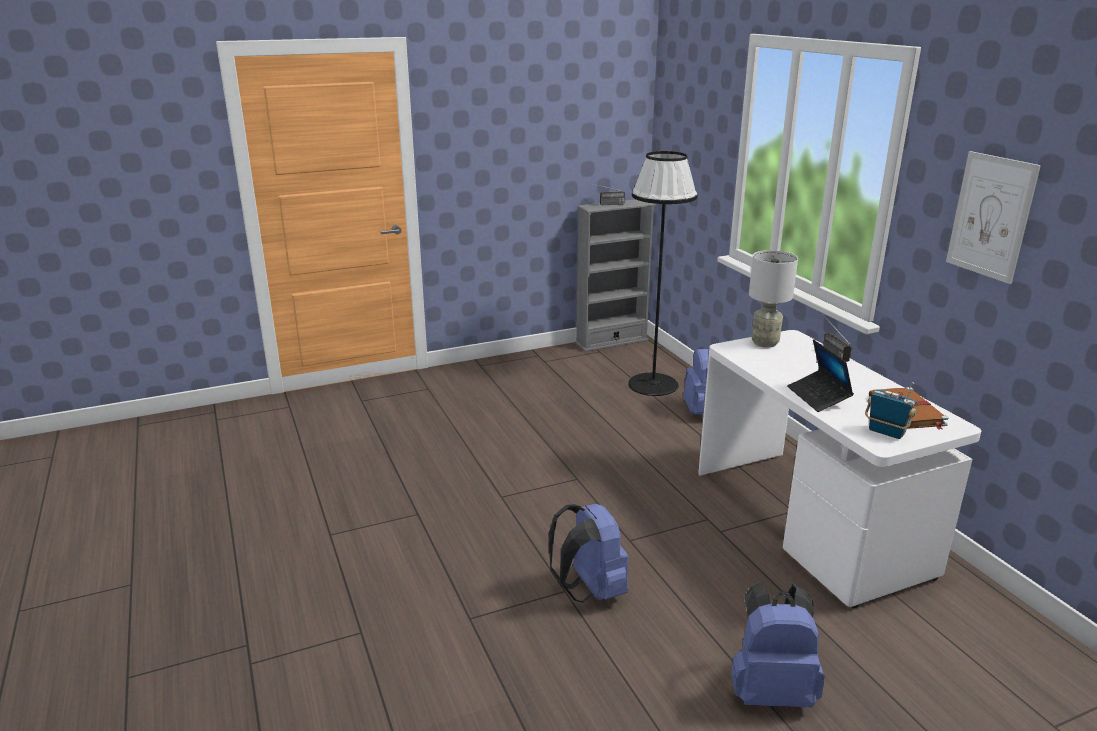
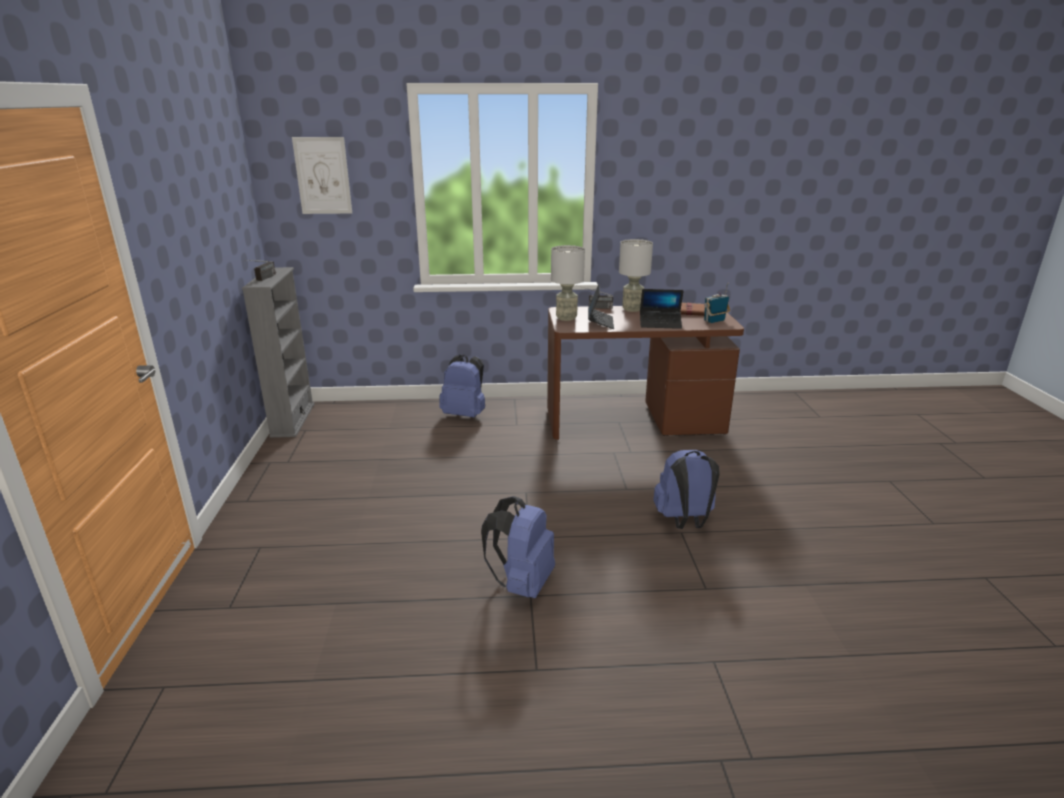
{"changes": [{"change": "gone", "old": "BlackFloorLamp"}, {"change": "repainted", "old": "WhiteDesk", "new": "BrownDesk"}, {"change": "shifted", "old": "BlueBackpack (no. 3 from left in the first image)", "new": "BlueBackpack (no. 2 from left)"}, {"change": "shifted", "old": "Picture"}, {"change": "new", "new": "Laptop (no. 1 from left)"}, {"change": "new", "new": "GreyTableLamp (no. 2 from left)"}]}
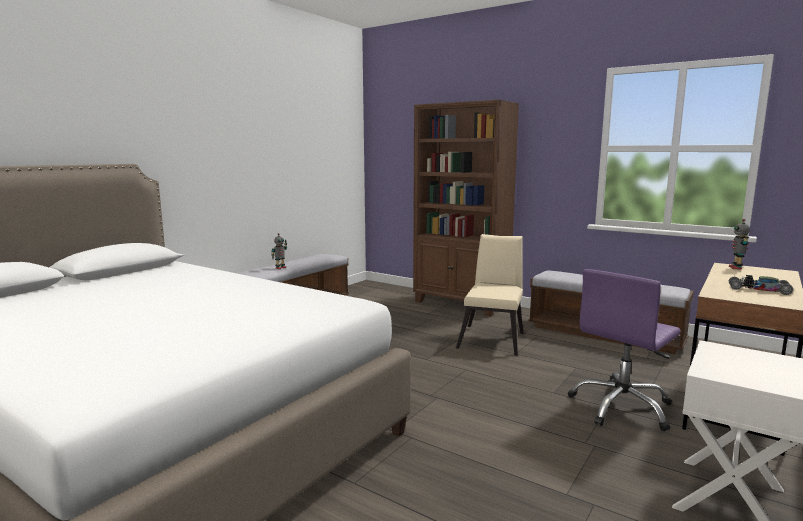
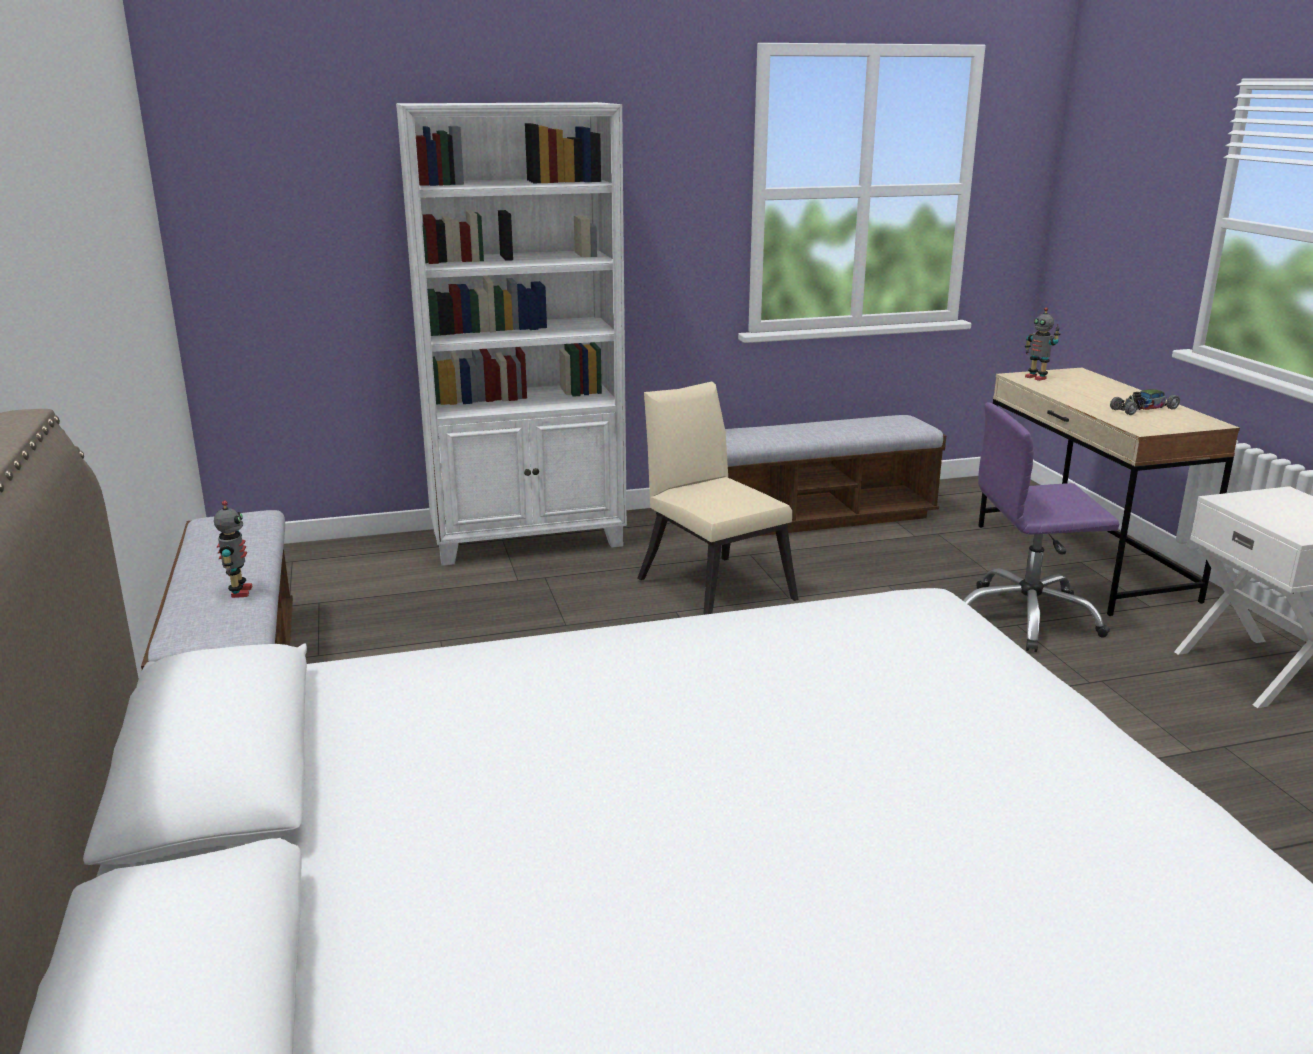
{"changes": [{"change": "repainted", "old": "BrownBookcase", "new": "WhiteBookcase"}, {"change": "rotated", "old": "PurpleOfficeChair", "degrees": 90}]}
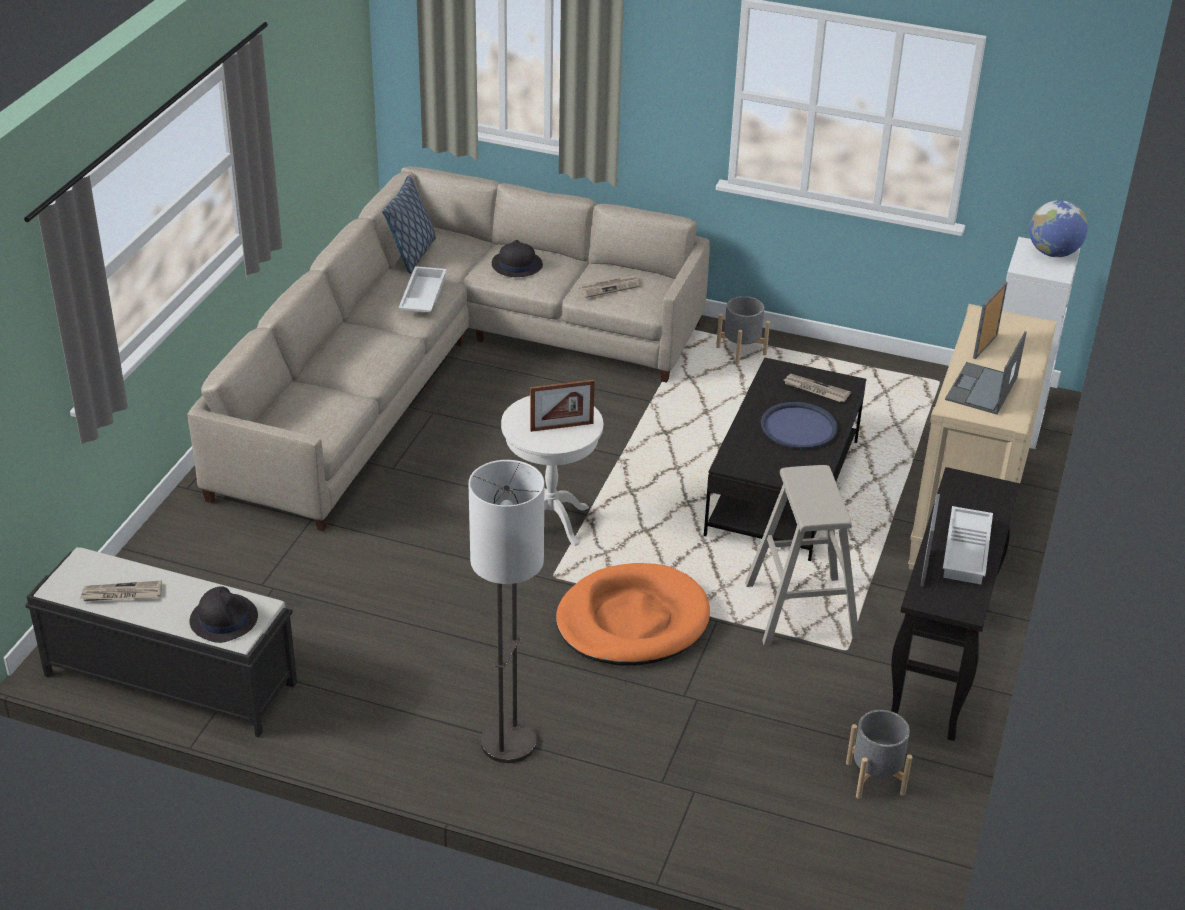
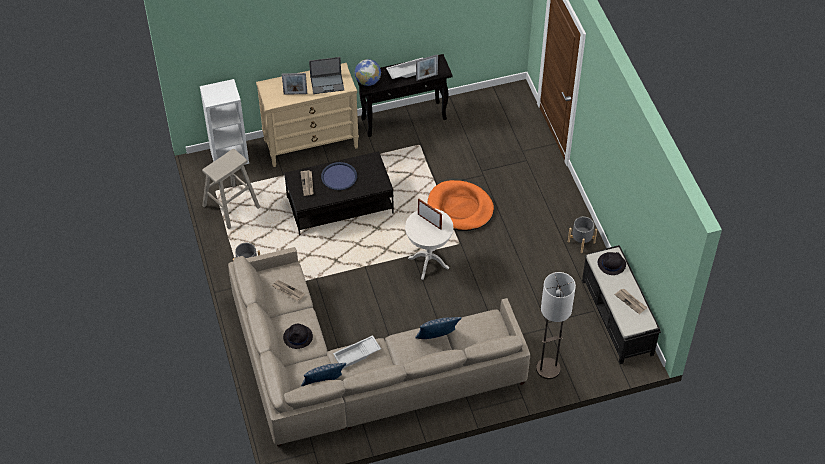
{"changes": [{"change": "shifted", "old": "FloorLamp"}, {"change": "shifted", "old": "BeigeStool"}, {"change": "shifted", "old": "GreyPlanter (no. 2 from left)"}, {"change": "shifted", "old": "Globe"}, {"change": "new", "new": "Pillow (no. 2 from left)"}]}
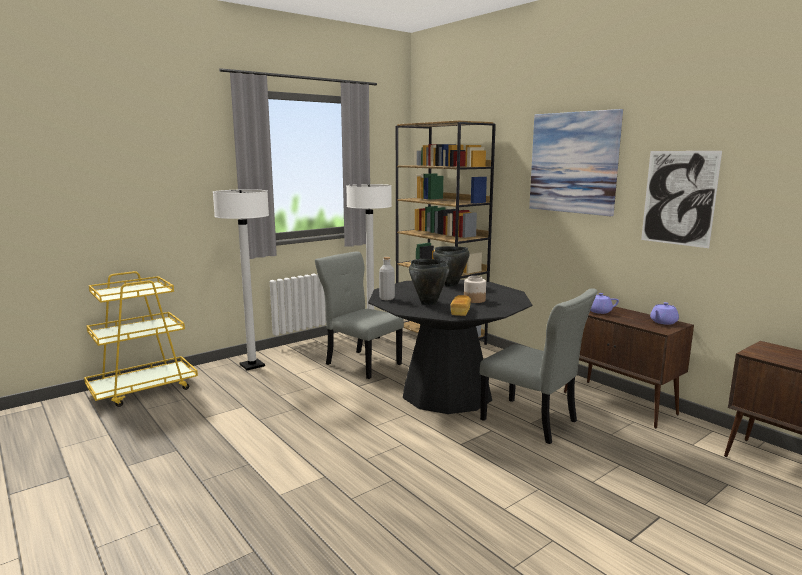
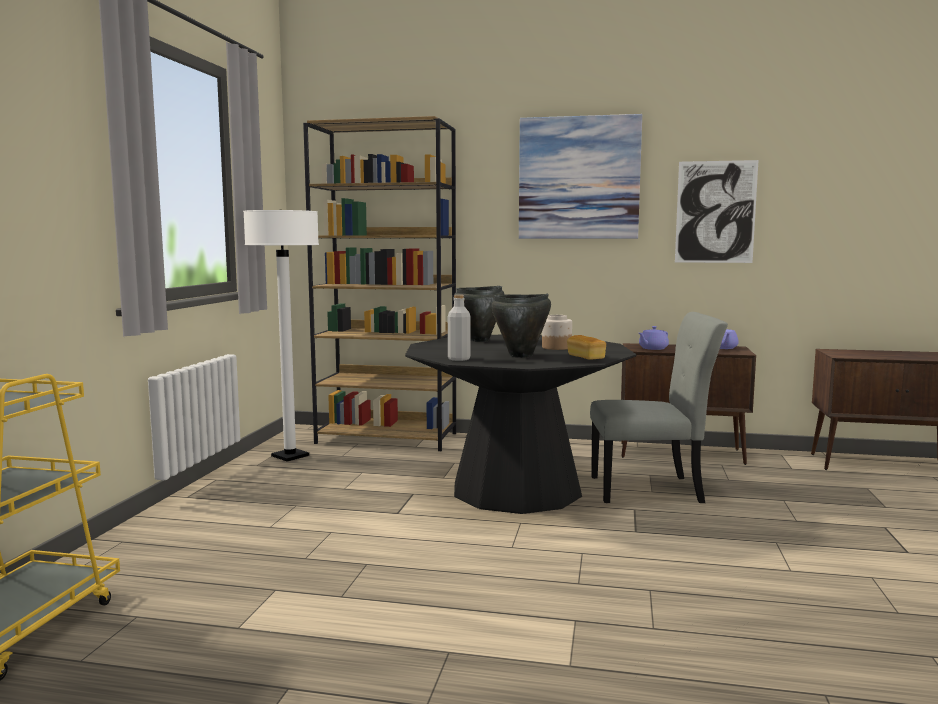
{"changes": [{"change": "gone", "old": "WhiteFloorLamp (no. 1 from left)"}, {"change": "gone", "old": "GreyChair (no. 1 from left)"}]}
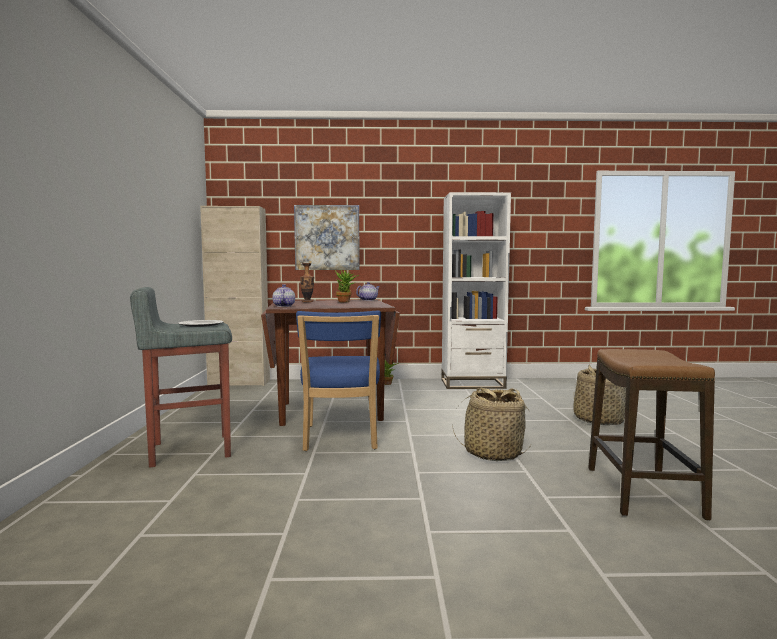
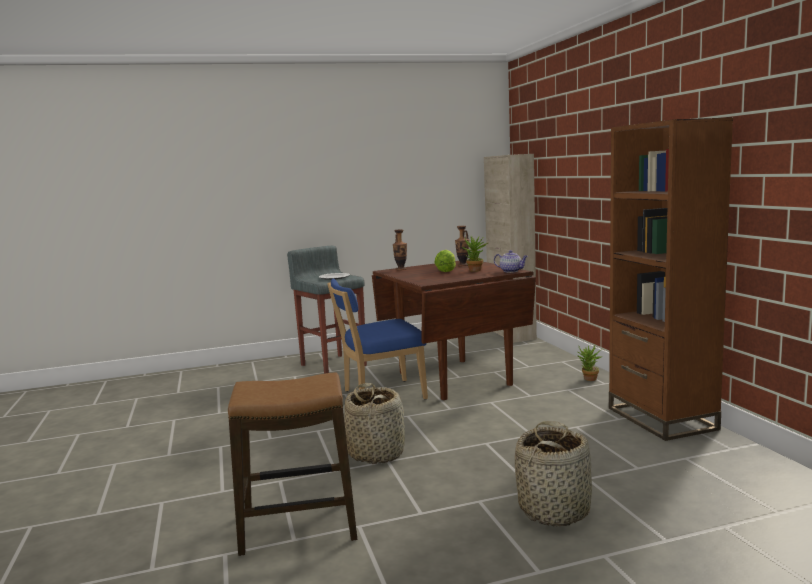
{"changes": [{"change": "swapped", "old": "Teapot (no. 1 from left)", "new": "Vase (no. 1 from left)"}, {"change": "gone", "old": "Picture"}, {"change": "repainted", "old": "WhiteBookcase", "new": "BrownBookcase"}, {"change": "new", "new": "Lettuce"}]}
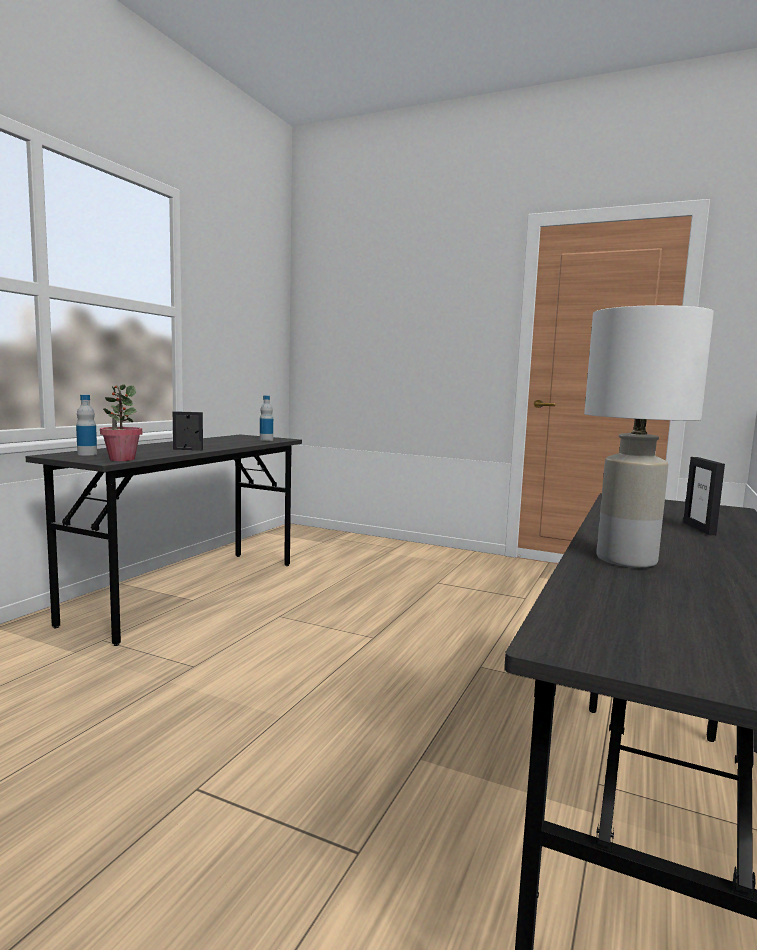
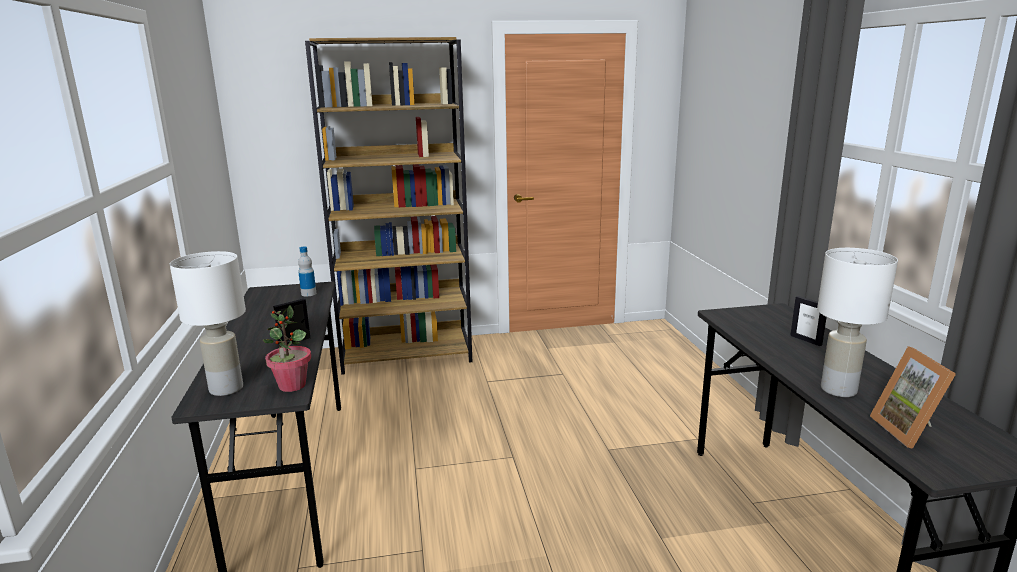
{"changes": [{"change": "swapped", "old": "Bottle (no. 1 from left)", "new": "WhiteTableLamp (no. 1 from left)"}, {"change": "new", "new": "BrownBookcase"}, {"change": "new", "new": "PictureFrame (no. 3 from left)"}]}
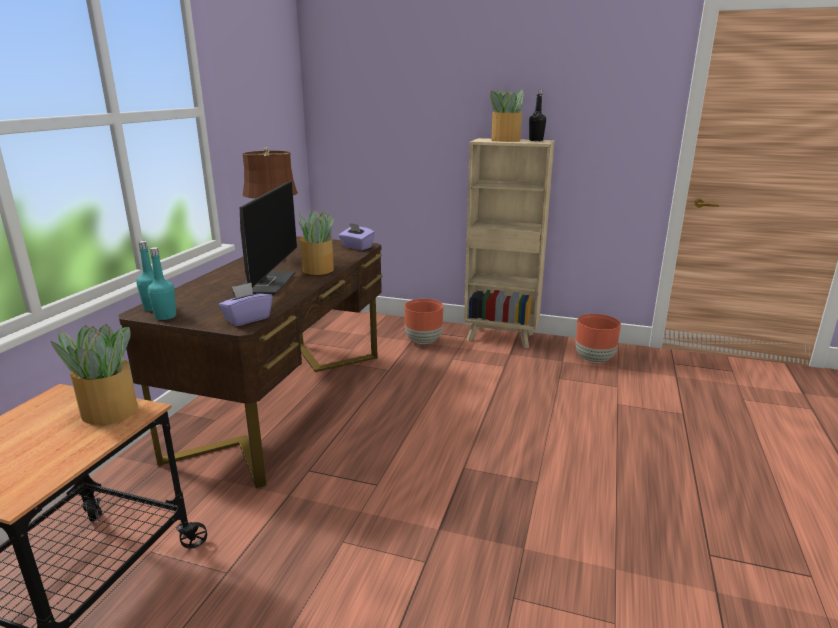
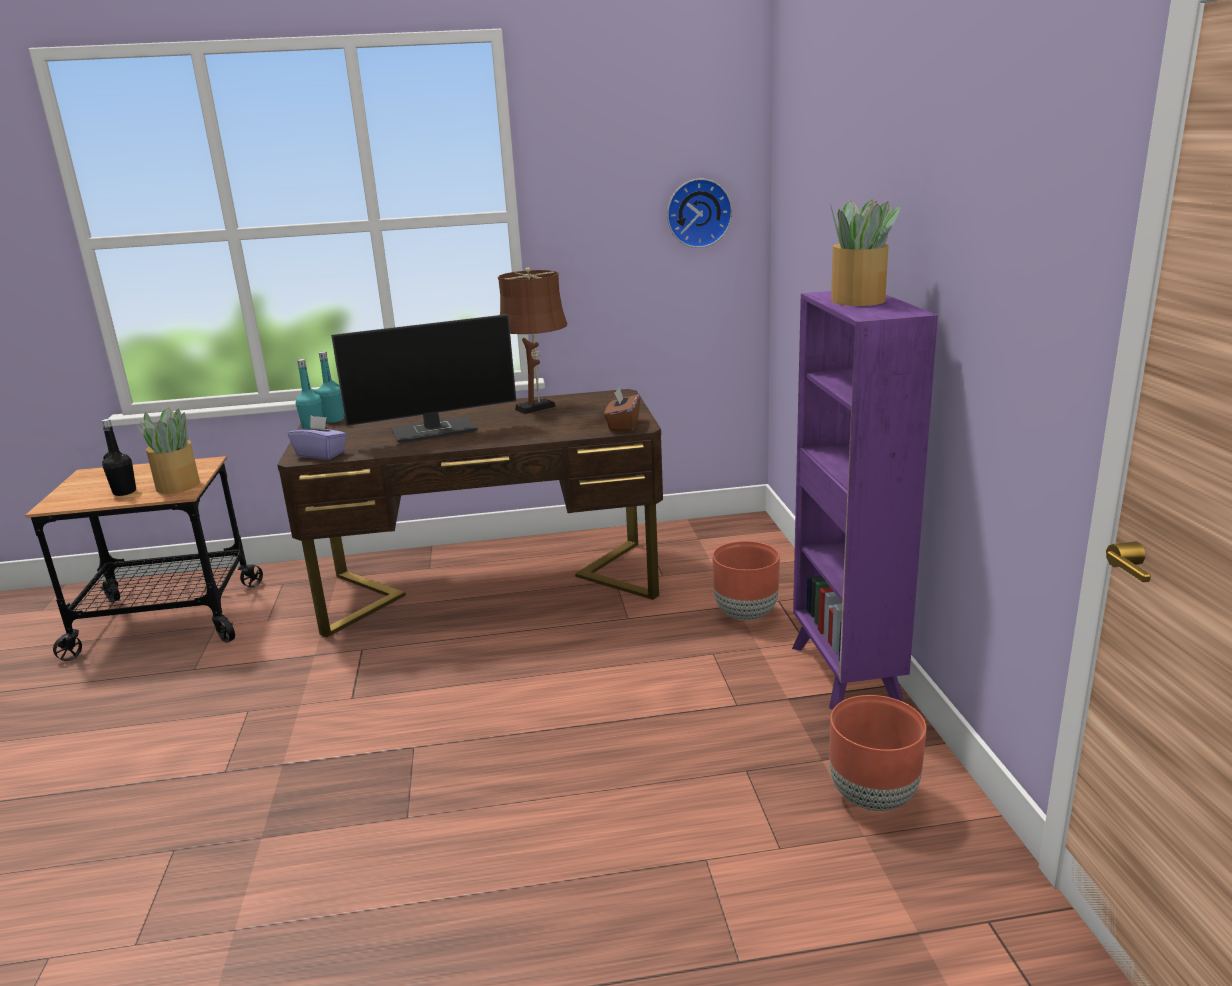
{"changes": [{"change": "gone", "old": "PottedPlant (no. 2 from left)"}, {"change": "repainted", "old": "PurpleTissueBox (no. 2 from left)", "new": "BrownTissueBox"}, {"change": "repainted", "old": "BeigeBookcase", "new": "PurpleBookcase"}, {"change": "shifted", "old": "BlackBottle"}, {"change": "new", "new": "WallClock"}]}
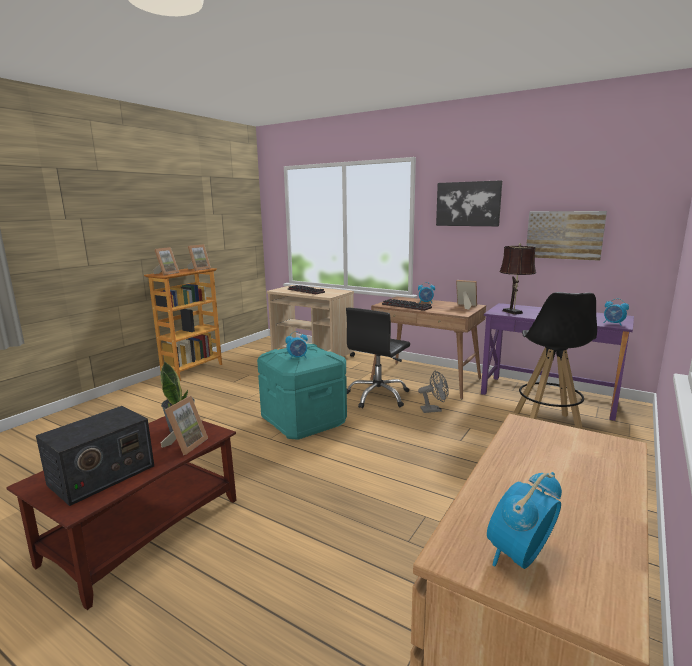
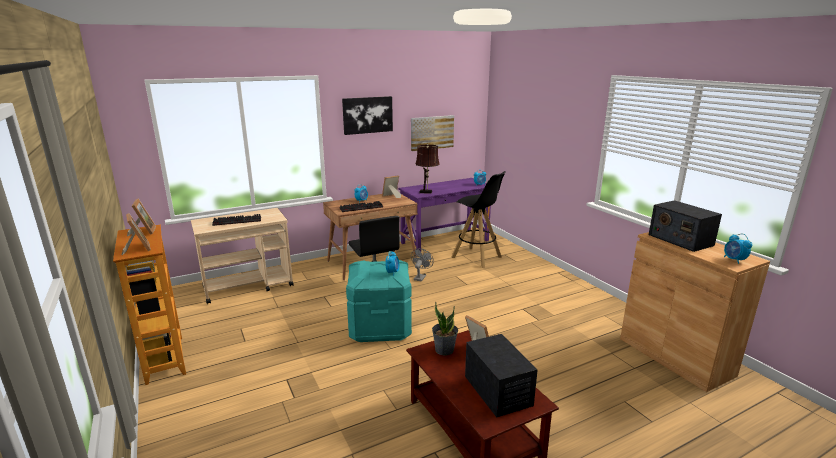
{"changes": [{"change": "new", "new": "Radio (no. 2 from left)"}]}
